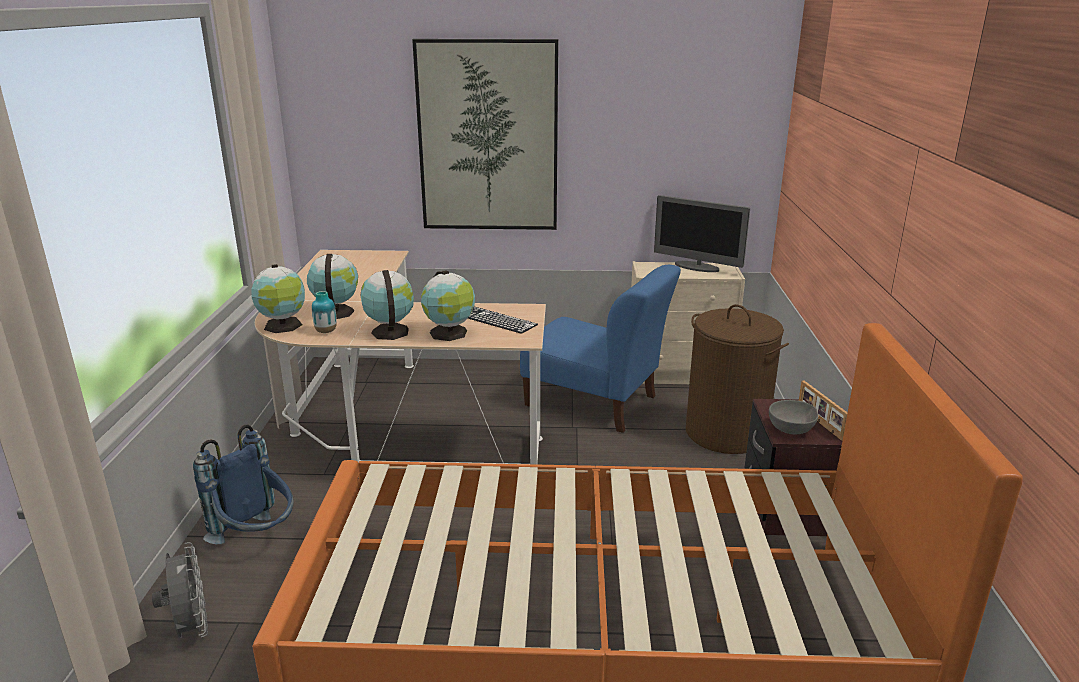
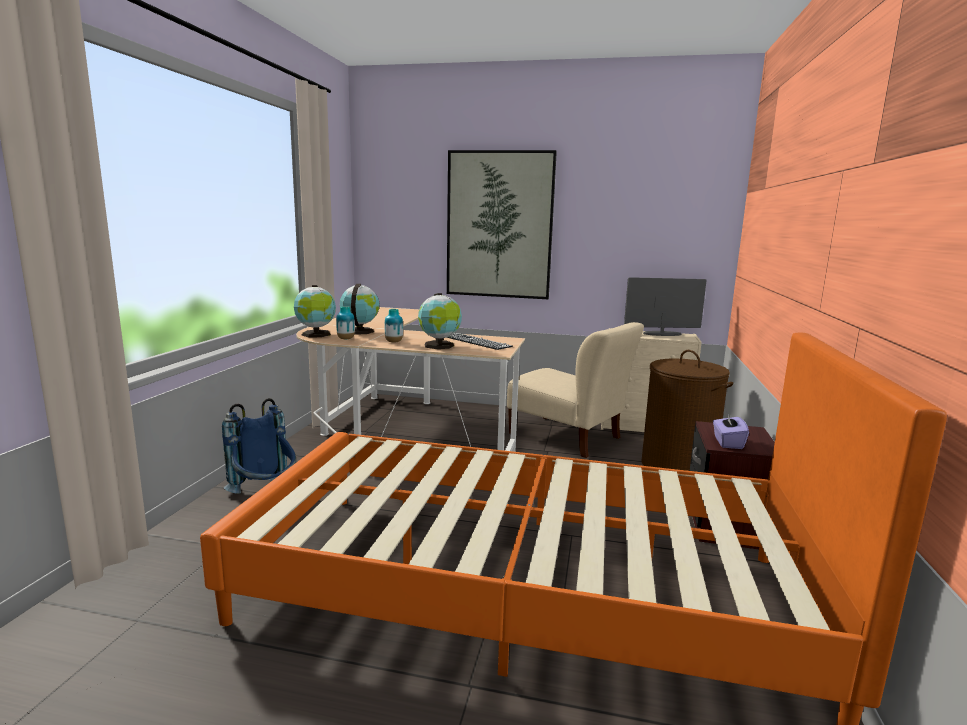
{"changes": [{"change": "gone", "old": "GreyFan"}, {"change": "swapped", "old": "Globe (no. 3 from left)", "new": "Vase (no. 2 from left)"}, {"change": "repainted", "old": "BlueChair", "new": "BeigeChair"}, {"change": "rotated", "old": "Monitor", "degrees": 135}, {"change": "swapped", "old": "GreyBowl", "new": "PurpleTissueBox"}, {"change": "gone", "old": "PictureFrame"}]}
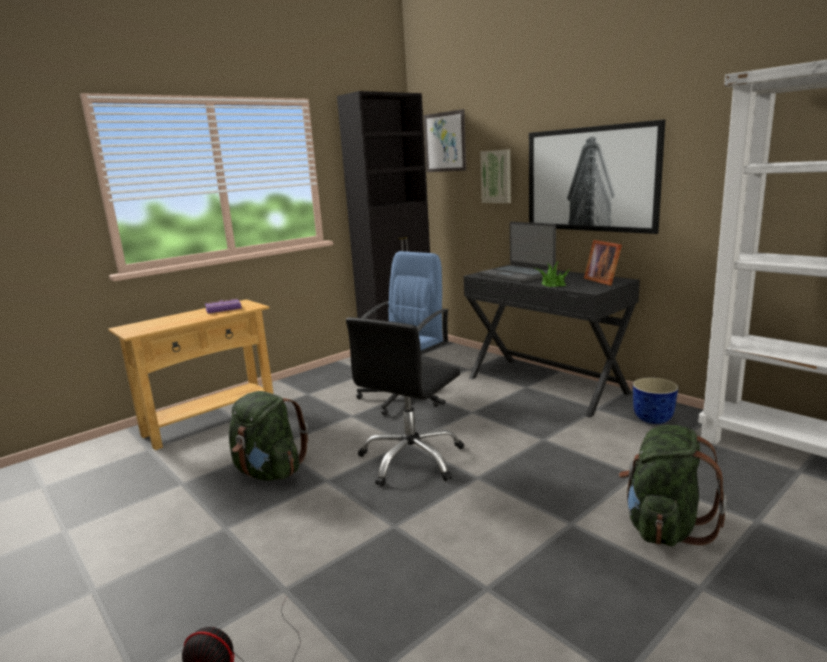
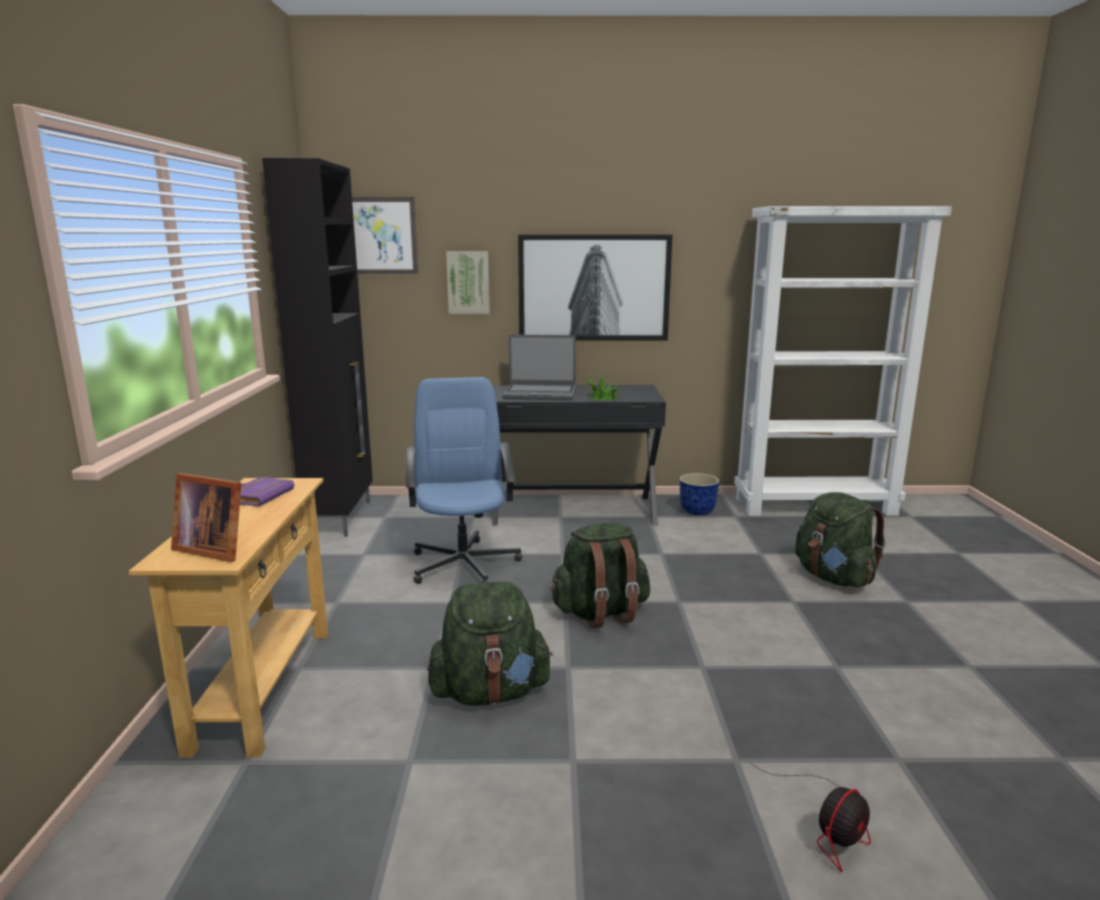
{"changes": [{"change": "swapped", "old": "BlackOfficeChair", "new": "GreenBackpack (no. 2 from left)"}, {"change": "shifted", "old": "PictureFrame"}]}
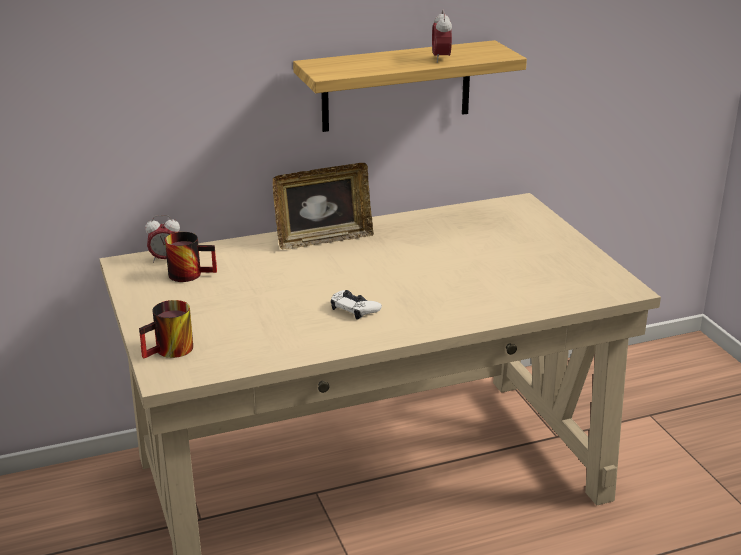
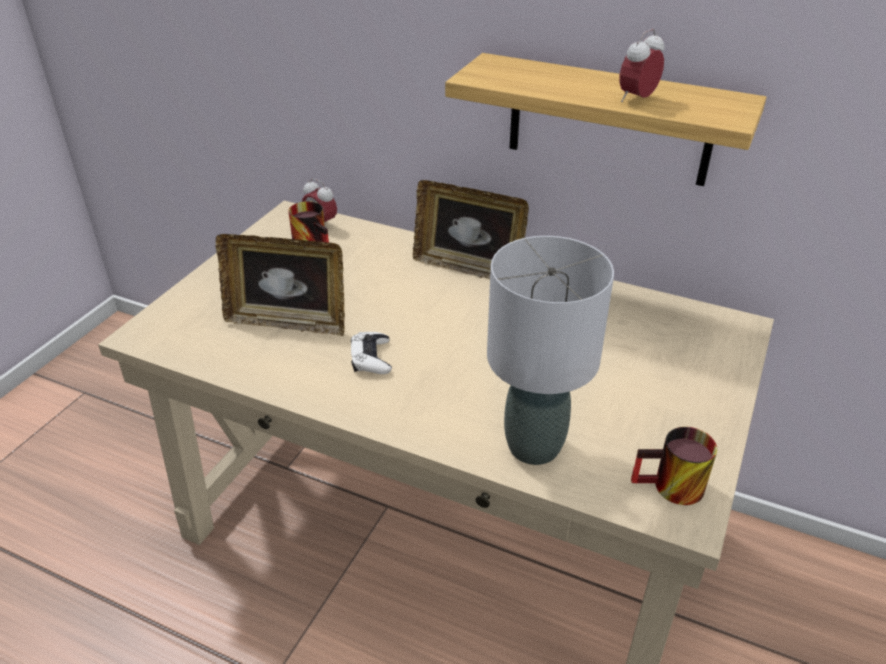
{"changes": [{"change": "shifted", "old": "Mug (no. 1 from left in the first image)", "new": "Mug (no. 2 from left)"}, {"change": "new", "new": "PictureFrame (no. 1 from left)"}, {"change": "new", "new": "GreyTableLamp"}]}
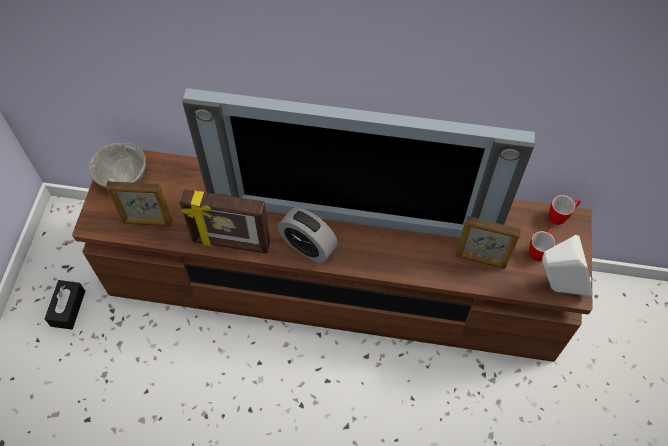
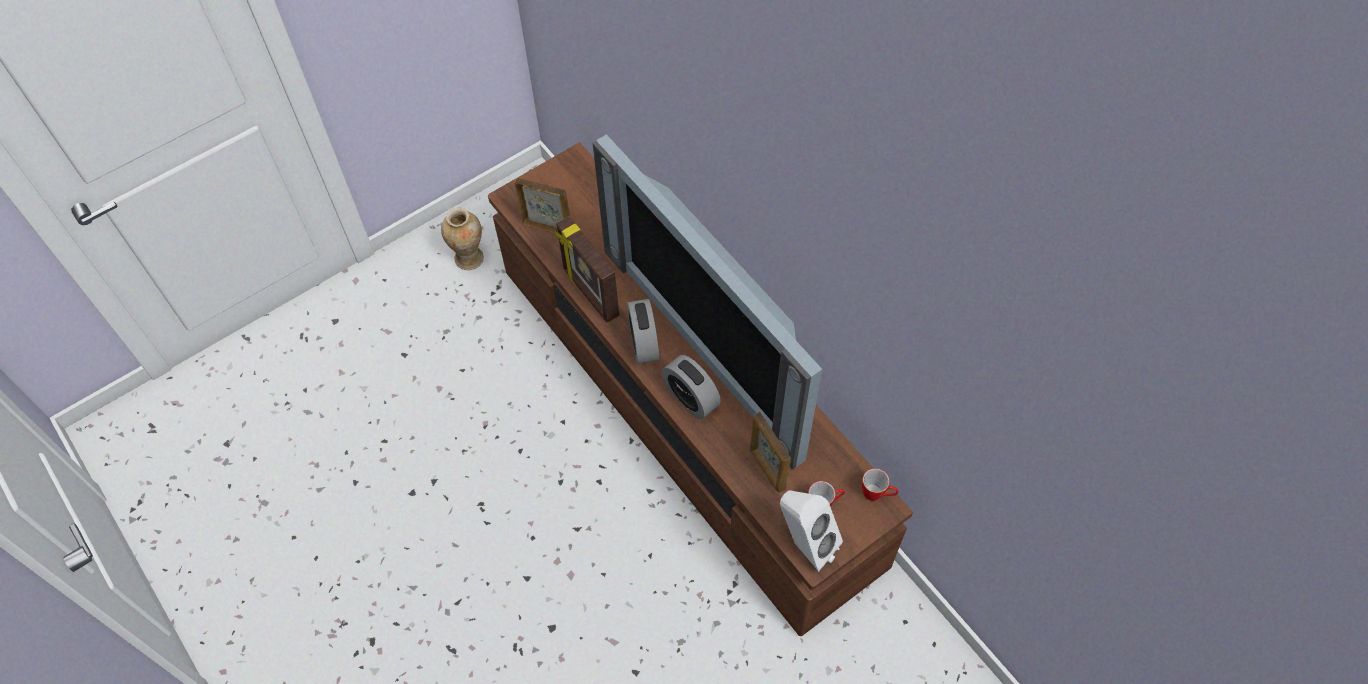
{"changes": [{"change": "swapped", "old": "BlackTissueBox", "new": "Vase"}, {"change": "gone", "old": "GreyBowl"}, {"change": "rotated", "old": "PictureFrame (no. 1 from left)", "degrees": 150}, {"change": "new", "new": "AlarmClock (no. 2 from left)"}]}
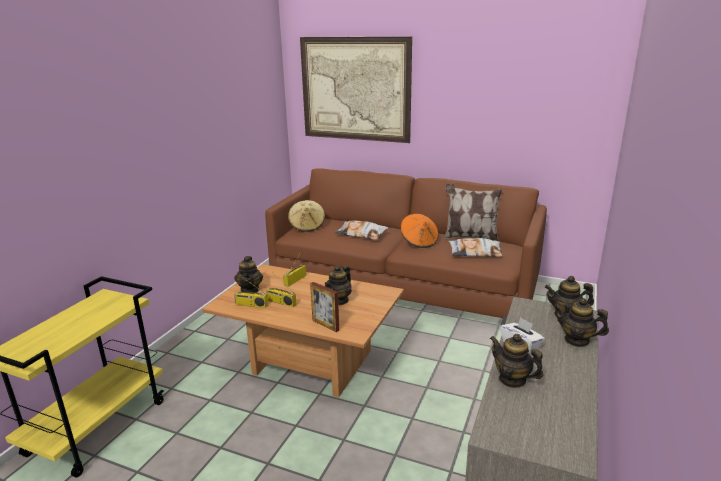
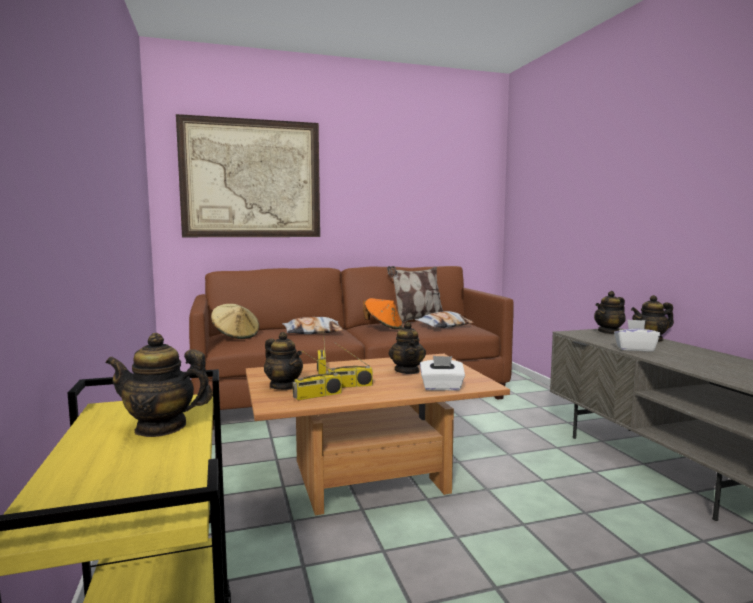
{"changes": [{"change": "swapped", "old": "PictureFrame", "new": "WhiteTissueBox (no. 1 from left)"}, {"change": "shifted", "old": "Teapot (no. 3 from left in the first image)", "new": "Teapot (no. 1 from left)"}]}
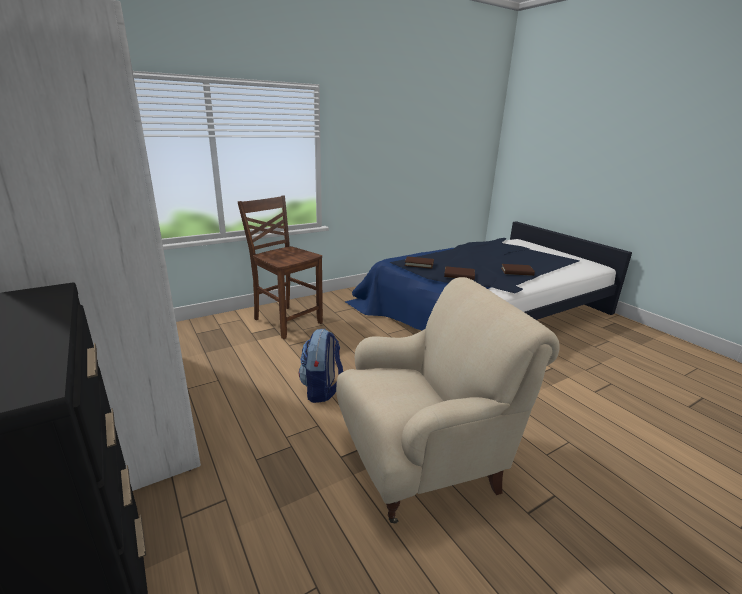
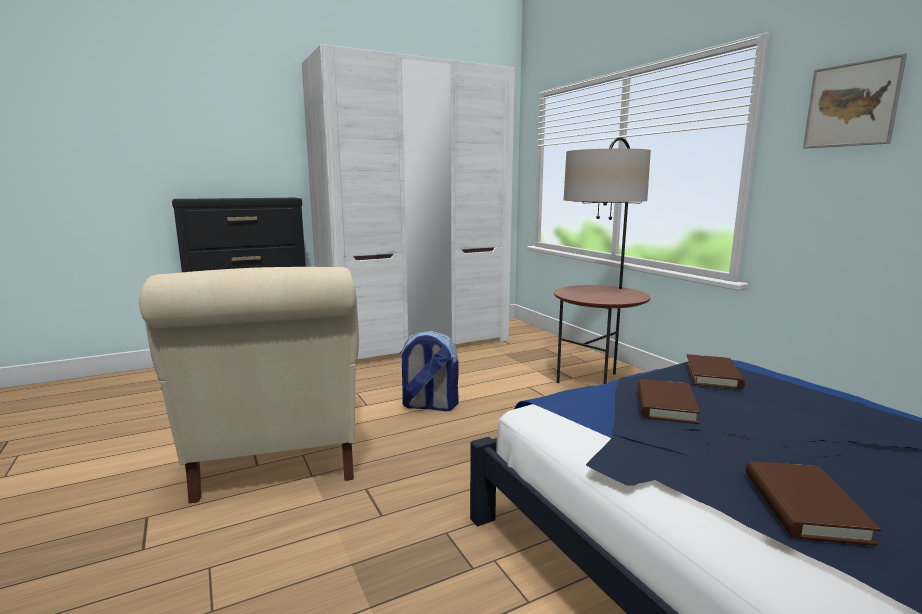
{"changes": [{"change": "swapped", "old": "BrownChair", "new": "FloorLamp"}, {"change": "new", "new": "Picture"}]}
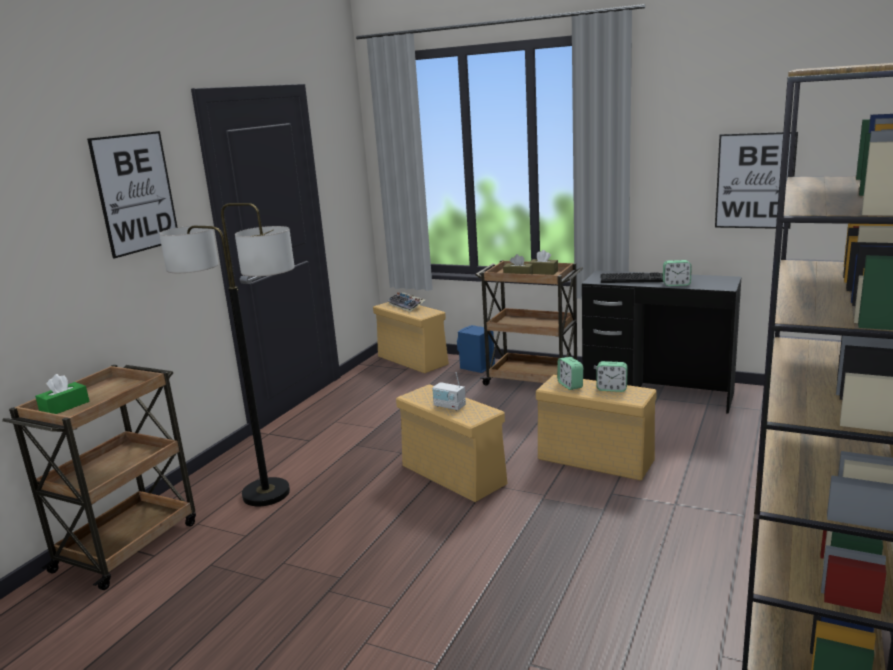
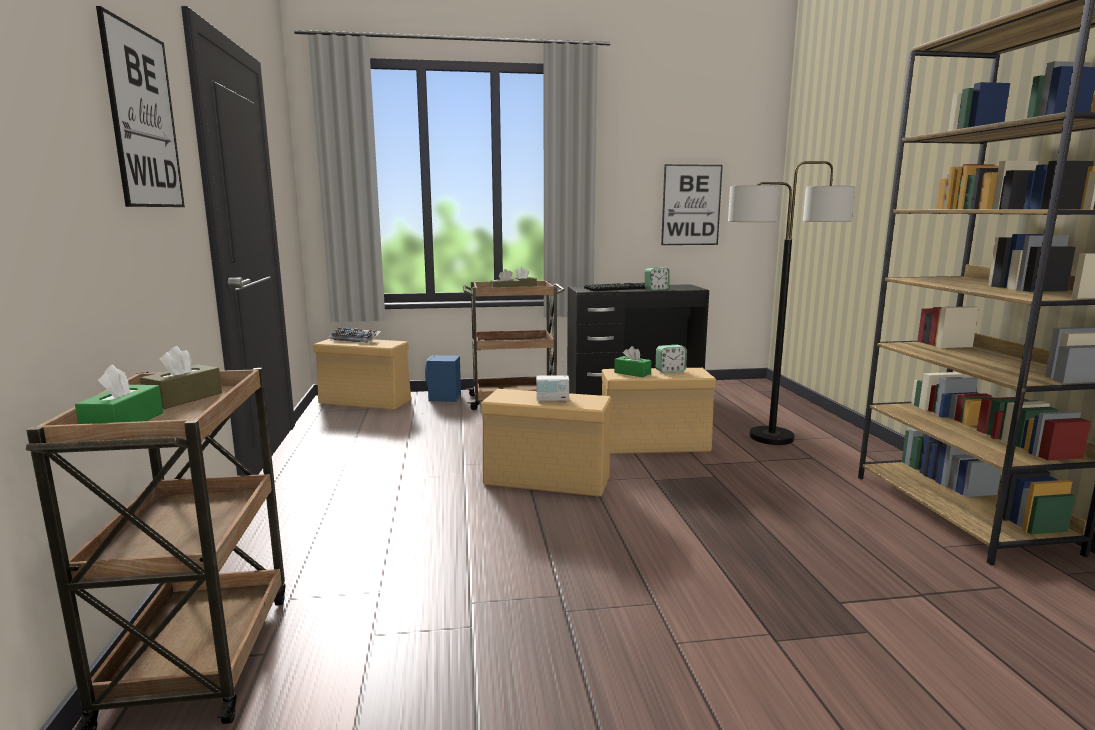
{"changes": [{"change": "shifted", "old": "FloorLamp"}, {"change": "swapped", "old": "AlarmClock (no. 1 from left)", "new": "GreenTissueBox (no. 2 from left)"}, {"change": "new", "new": "BrownTissueBox (no. 1 from left)"}]}
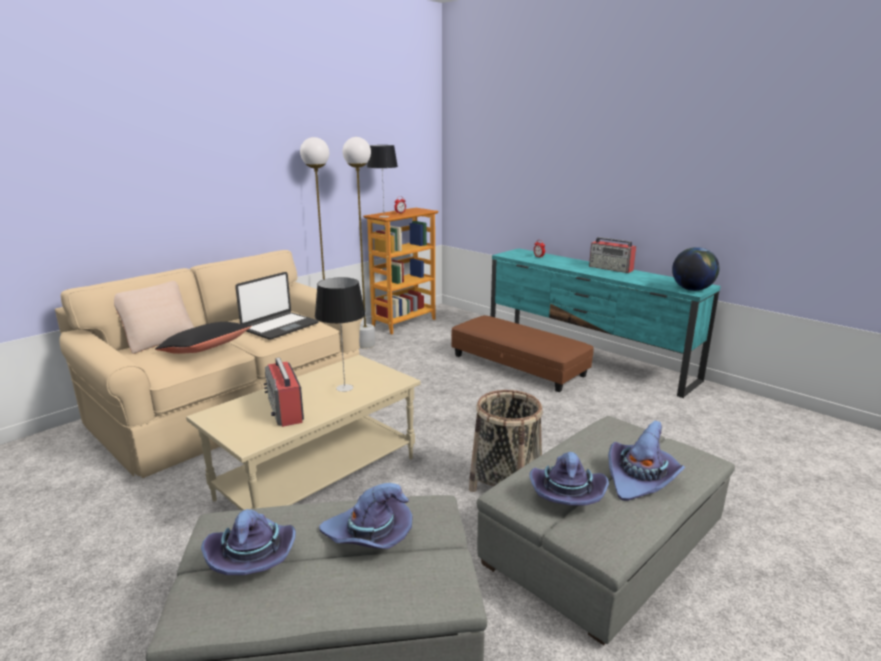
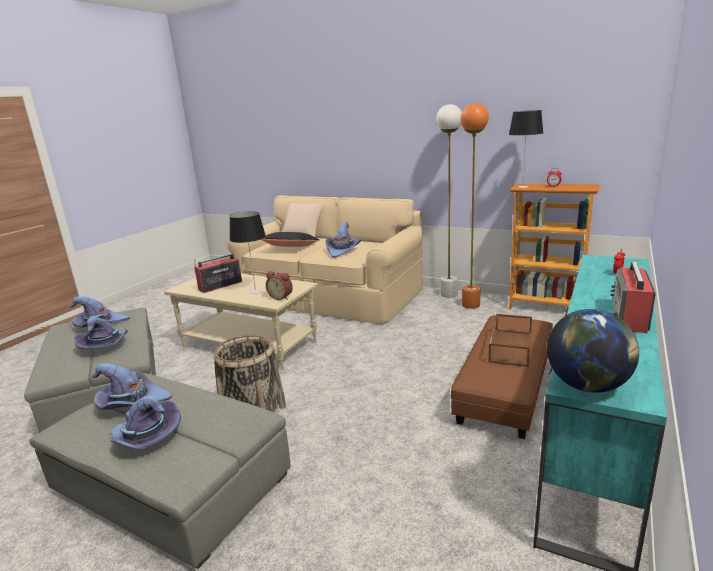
{"changes": [{"change": "swapped", "old": "Laptop", "new": "PurpleHat (no. 5 from left)"}, {"change": "repainted", "old": "WhiteFloorLamp (no. 2 from left)", "new": "OrangeFloorLamp"}, {"change": "new", "new": "AlarmClock (no. 1 from left)"}, {"change": "new", "new": "BrownTray"}]}
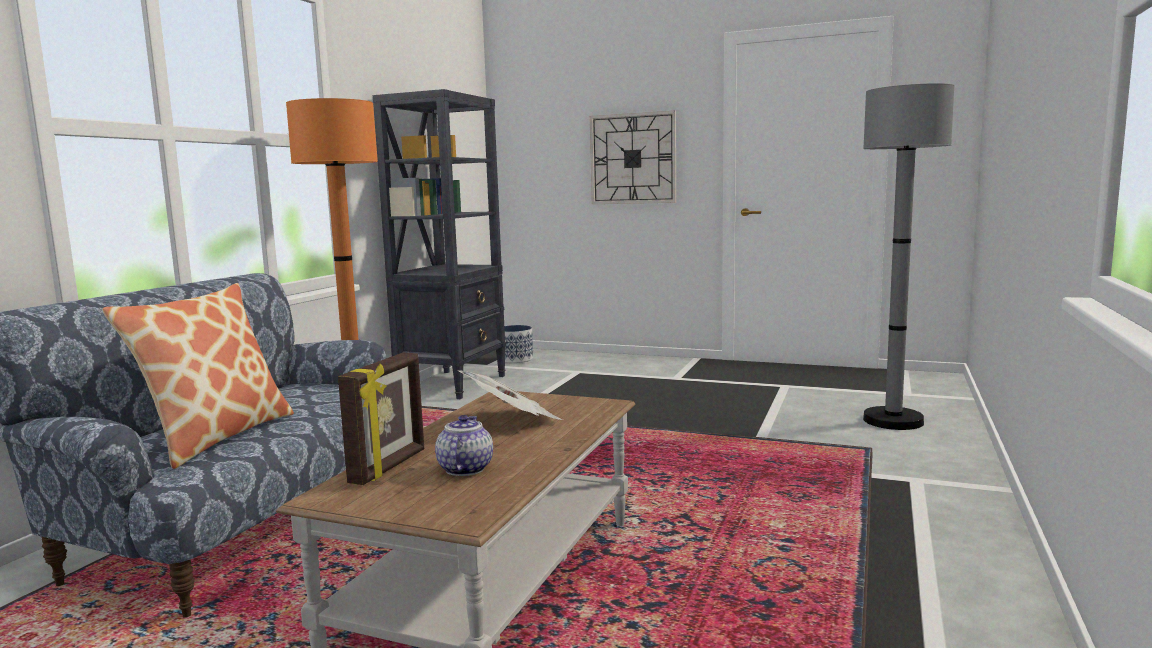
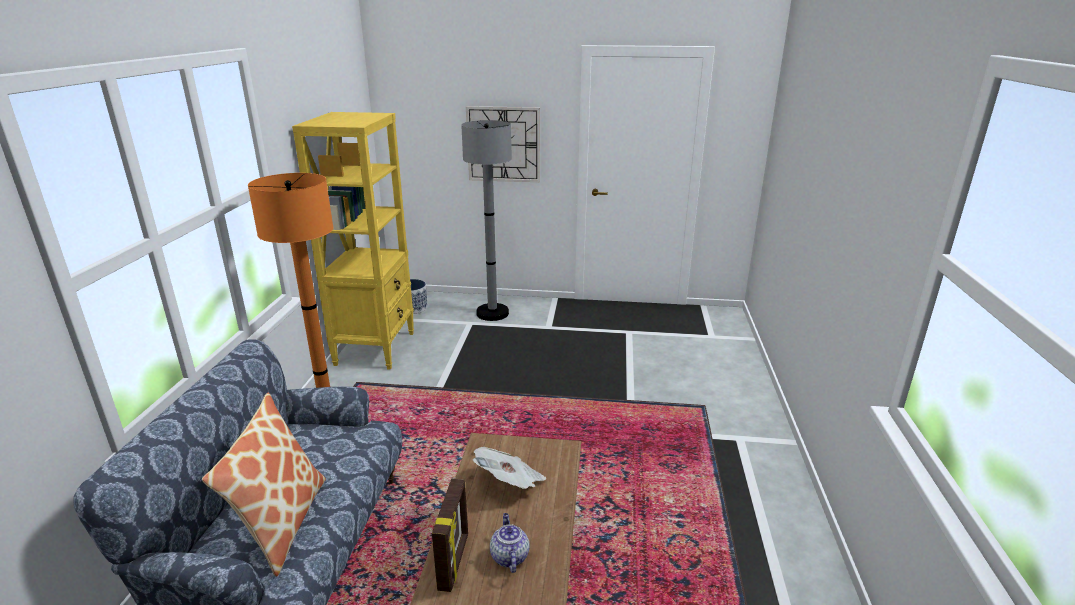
{"changes": [{"change": "repainted", "old": "BlackBookcase", "new": "YellowBookcase"}, {"change": "shifted", "old": "GreyFloorLamp"}]}
